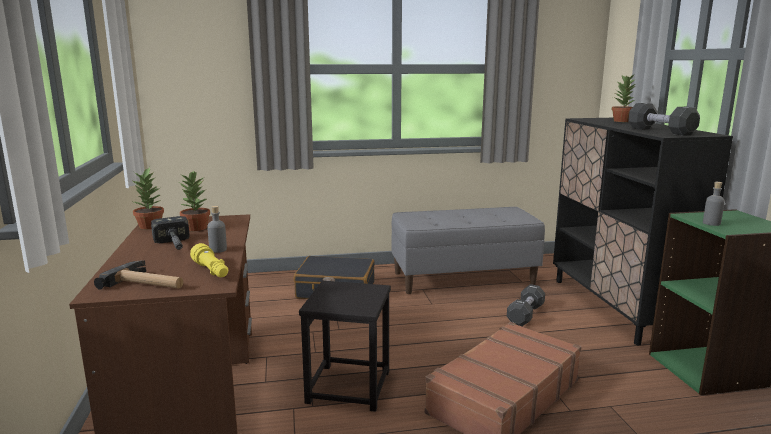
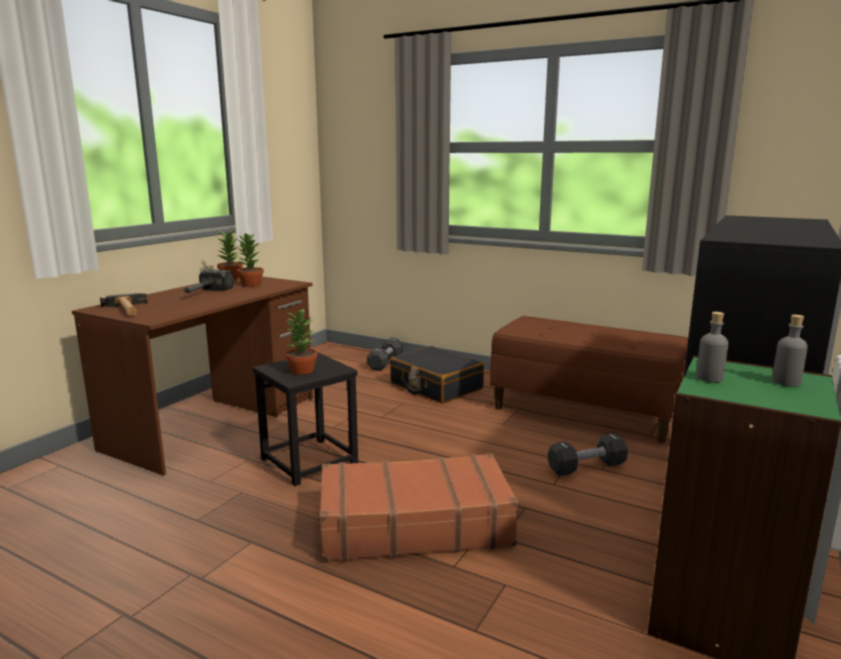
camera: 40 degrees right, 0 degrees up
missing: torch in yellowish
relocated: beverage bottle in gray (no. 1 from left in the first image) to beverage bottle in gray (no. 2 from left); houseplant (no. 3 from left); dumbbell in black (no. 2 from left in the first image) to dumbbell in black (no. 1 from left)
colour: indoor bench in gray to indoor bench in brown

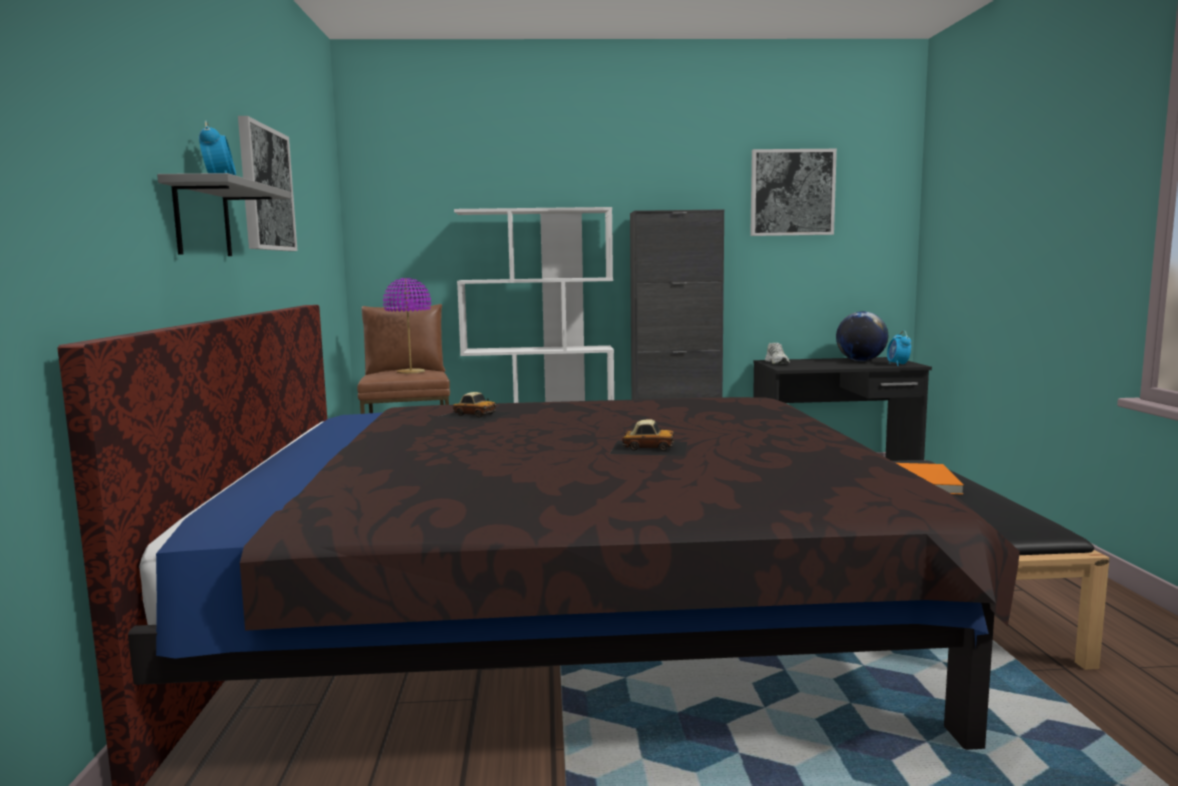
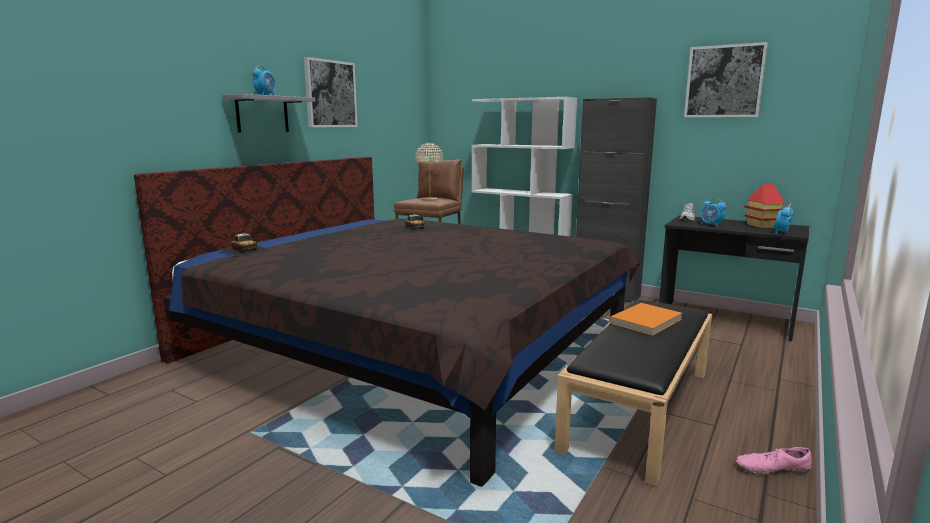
camera: 35 degrees right, 5 degrees up
appeared: bedside clock (no. 2 from left); low shoe in pink
relocated: miniature car (no. 2 from left in the first image) to miniature car (no. 1 from left)
exchanged: world globe to miniature house
colour: tabletop lamp in purple to tabletop lamp in sand-coloured

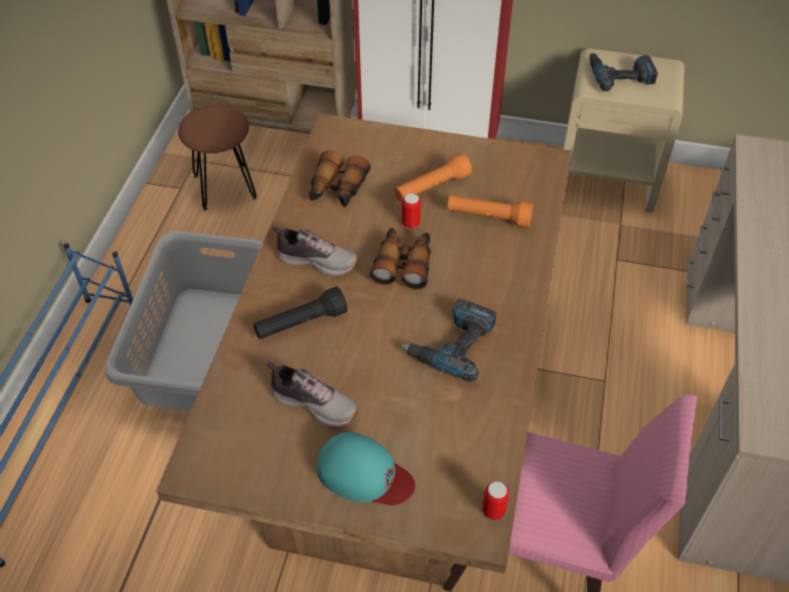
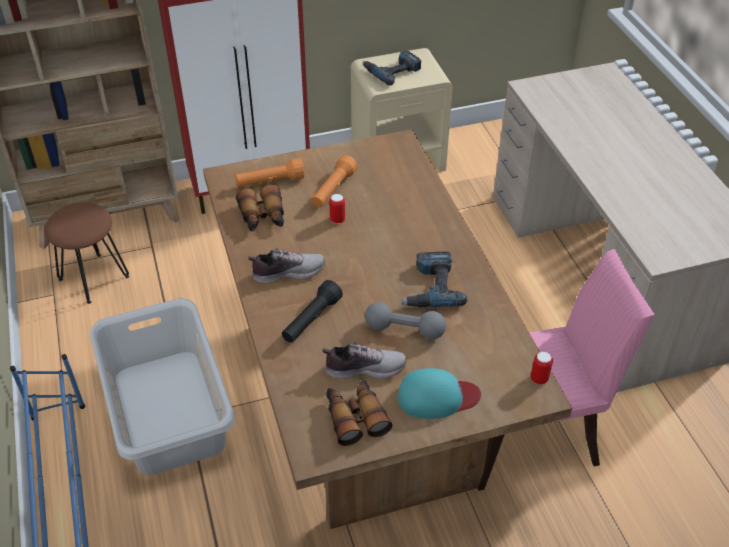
camera: 30 degrees left, 5 degrees down
appeared: dumbbell in gray
relocated: field glasses (no. 2 from left); torch in orangey (no. 2 from left in the first image) to torch in orangey (no. 1 from left)

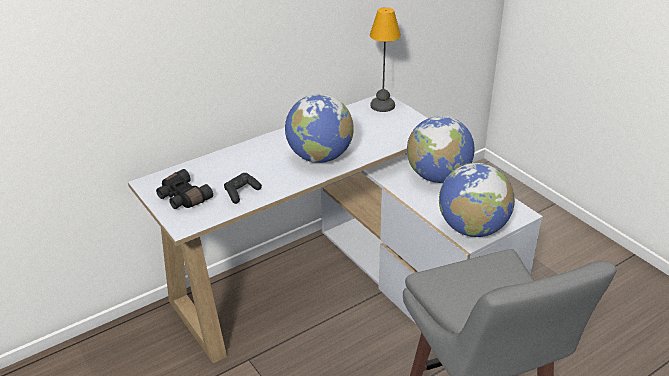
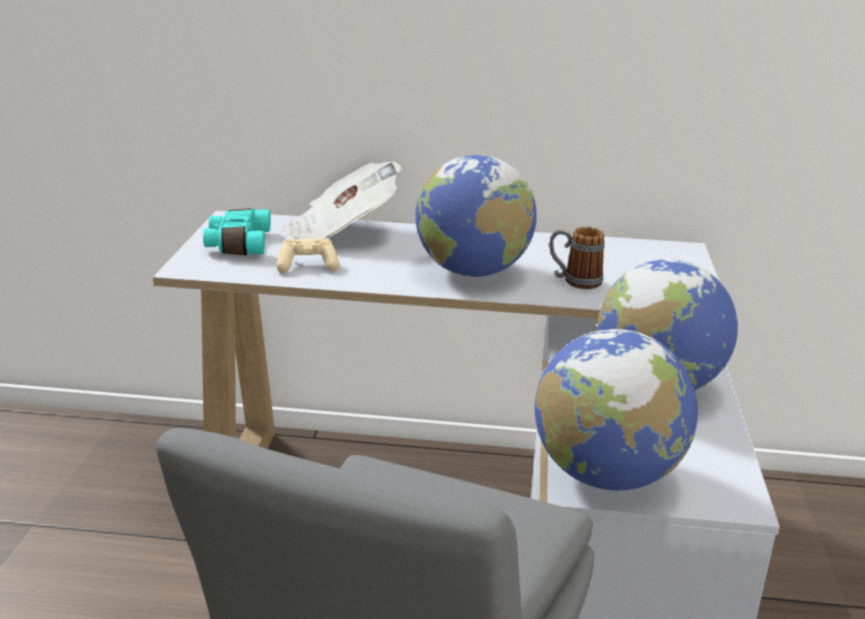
camera: 40 degrees right, 10 degrees down
missing: tabletop lamp
appeared: printed paper; tea mug
colour: field glasses in black to field glasses in blue-green; joypad in black to joypad in sand-coloured

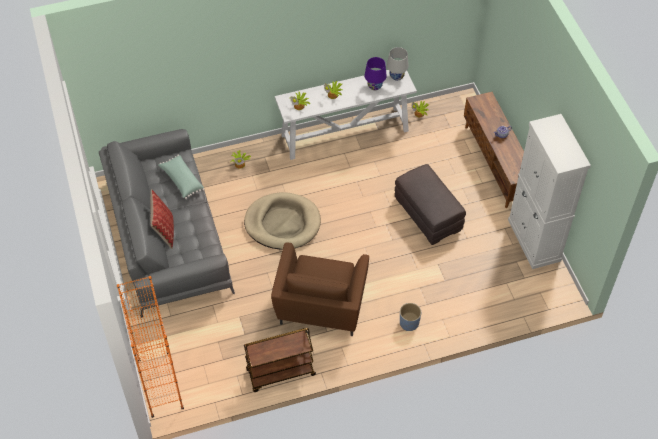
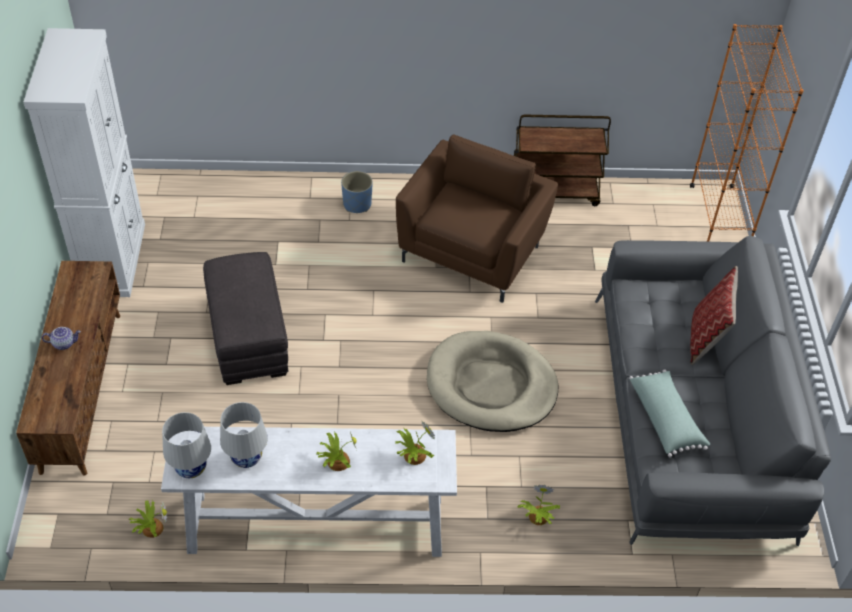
camera: 165 degrees left, 5 degrees down
colour: tabletop lamp in purple to tabletop lamp in whitish (no. 2 from left)

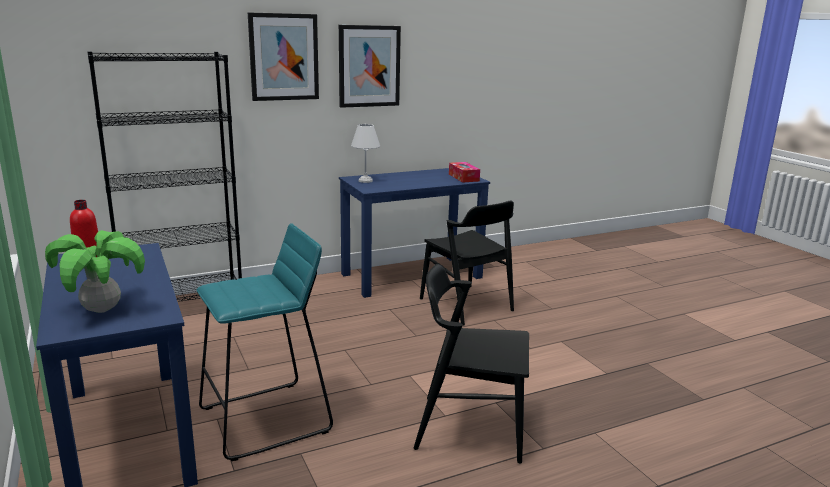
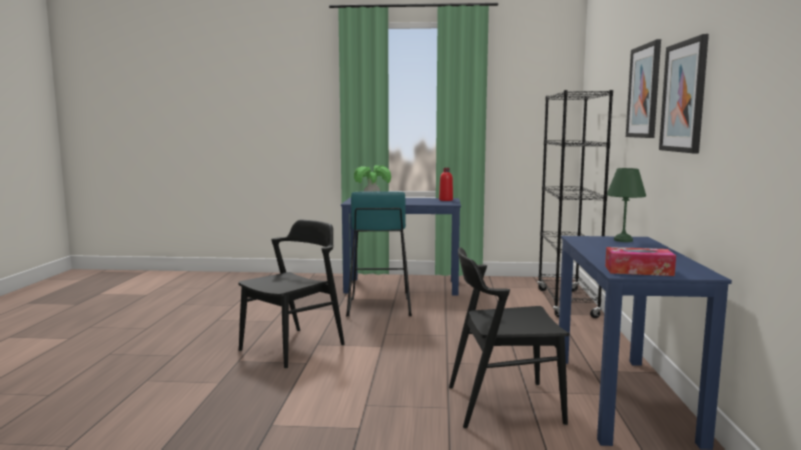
camera: 120 degrees right, 10 degrees down
colour: tabletop lamp in whitish to tabletop lamp in greenish

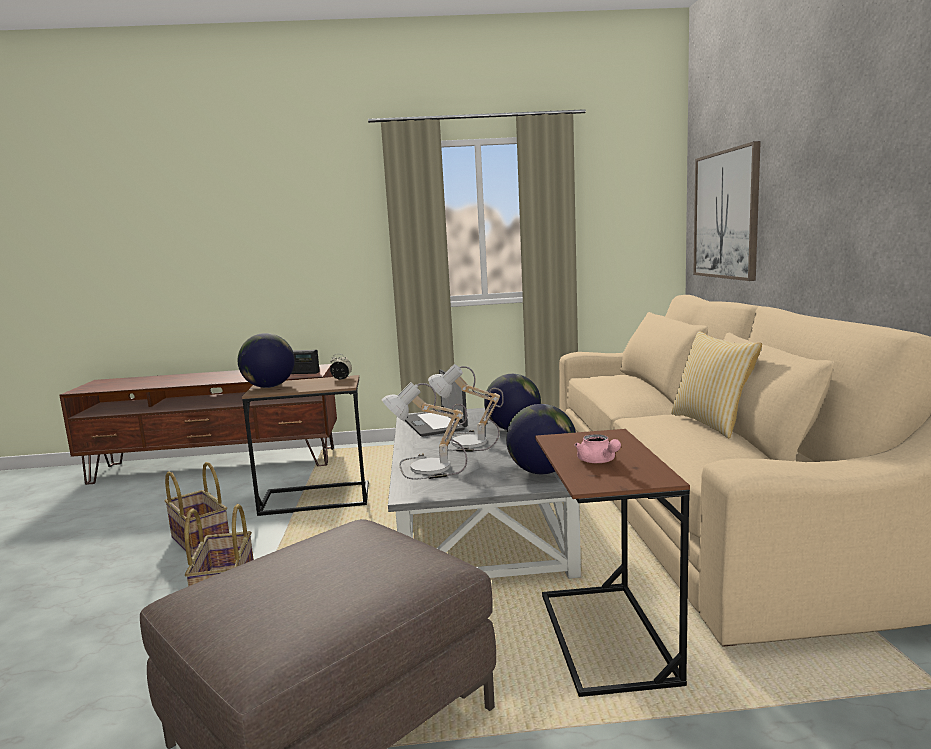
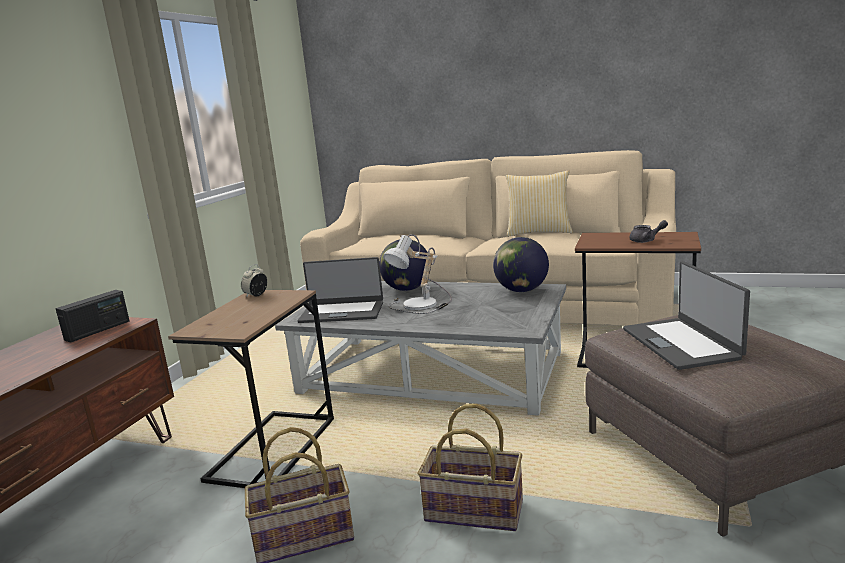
camera: 65 degrees left, 5 degrees up
missing: world globe (no. 1 from left); tabletop lamp (no. 1 from left); wall art
appeared: laptop (no. 2 from left)
colour: pot for tea in pink to pot for tea in gray

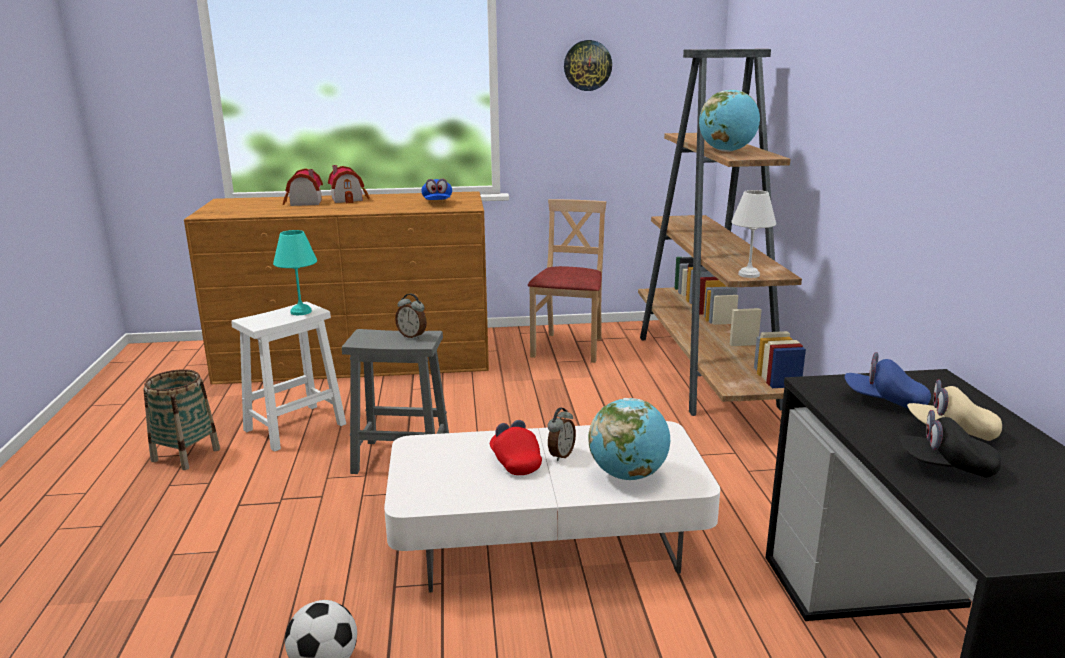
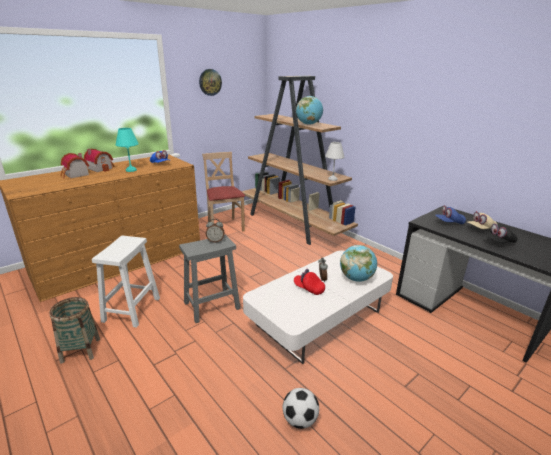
camera: 35 degrees left, 5 degrees up
relocated: tabletop lamp in blue-green

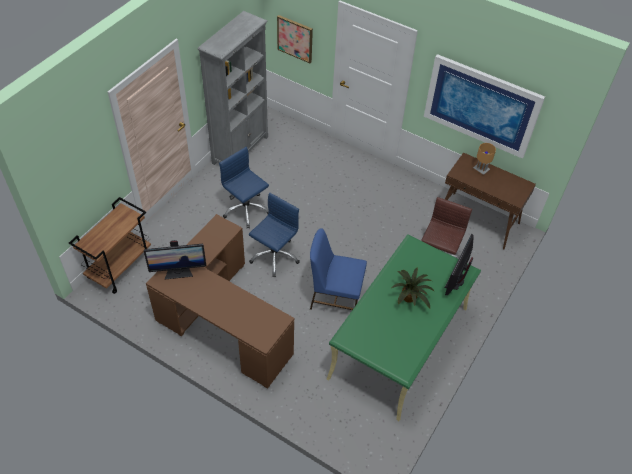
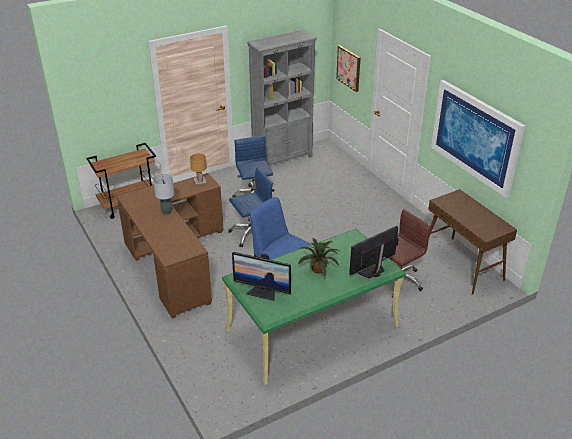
camera: 30 degrees right, 15 degrees down
appeared: tabletop lamp in gray
relocated: monitor (no. 1 from left); tabletop lamp in brown

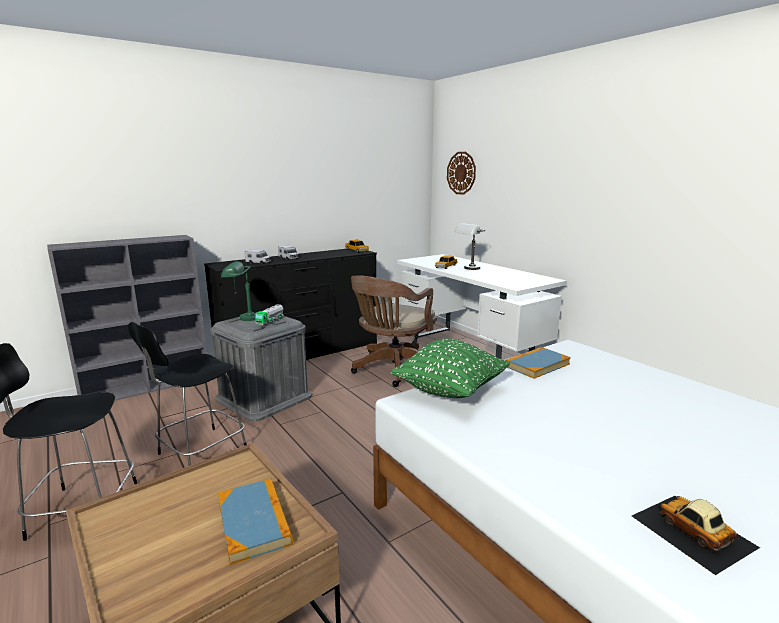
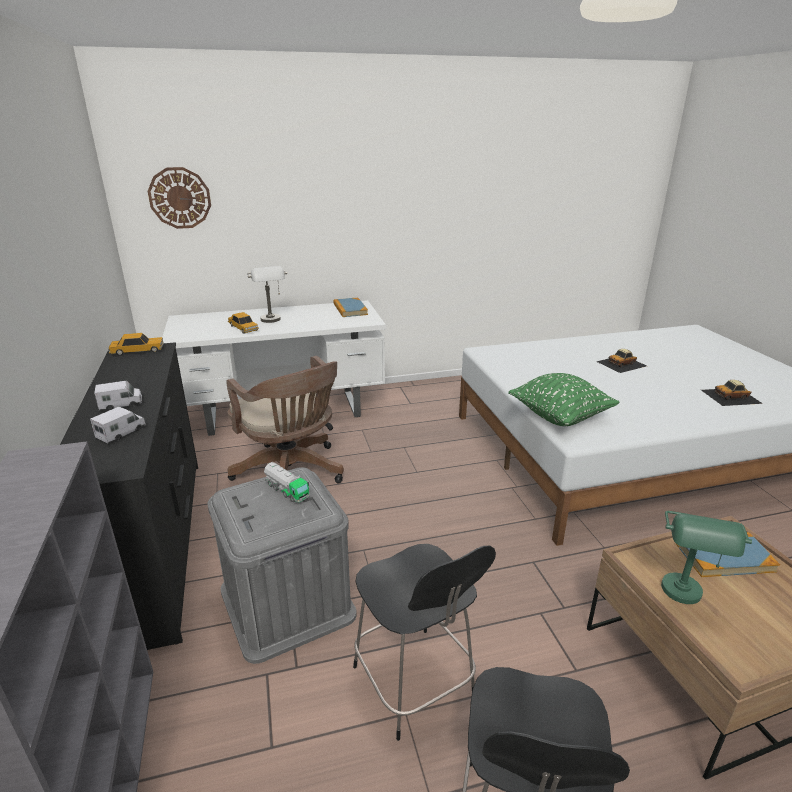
camera: 70 degrees left, 10 degrees up
appeared: miniature car (no. 3 from left)
relocated: tabletop lamp in greenish; bound book (no. 2 from left in the first image) to bound book (no. 1 from left)

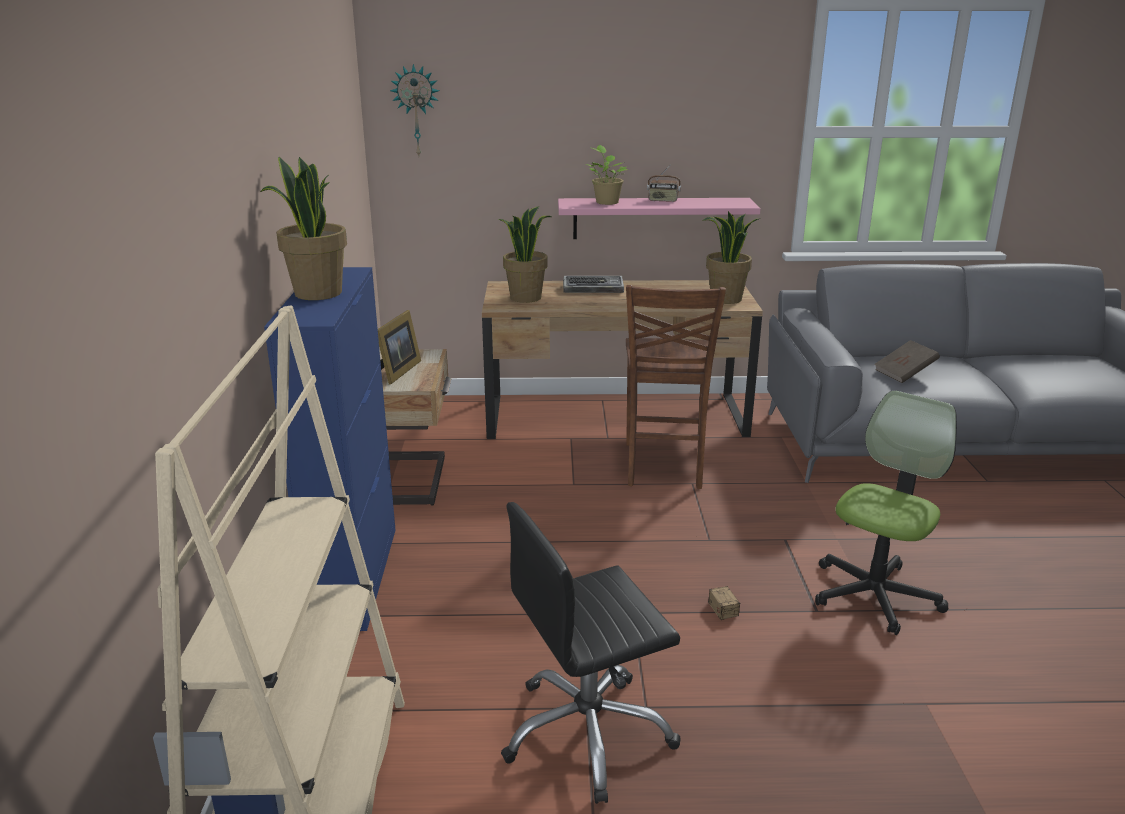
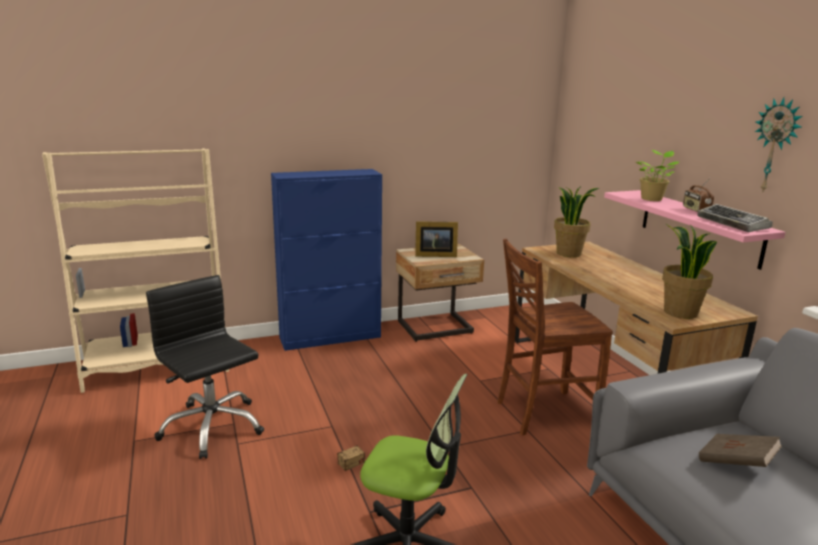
camera: 70 degrees right, 5 degrees down
missing: houseplant (no. 1 from left)
relocated: clock on the wall; keyboard

